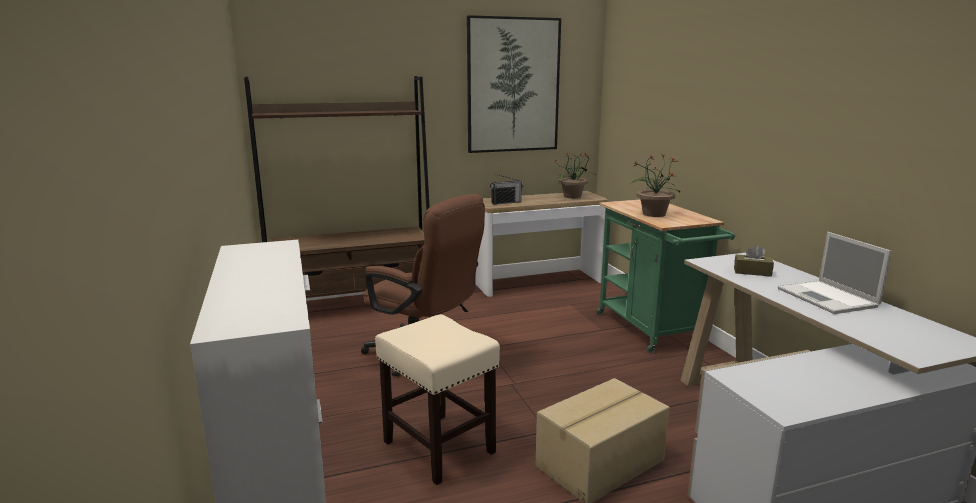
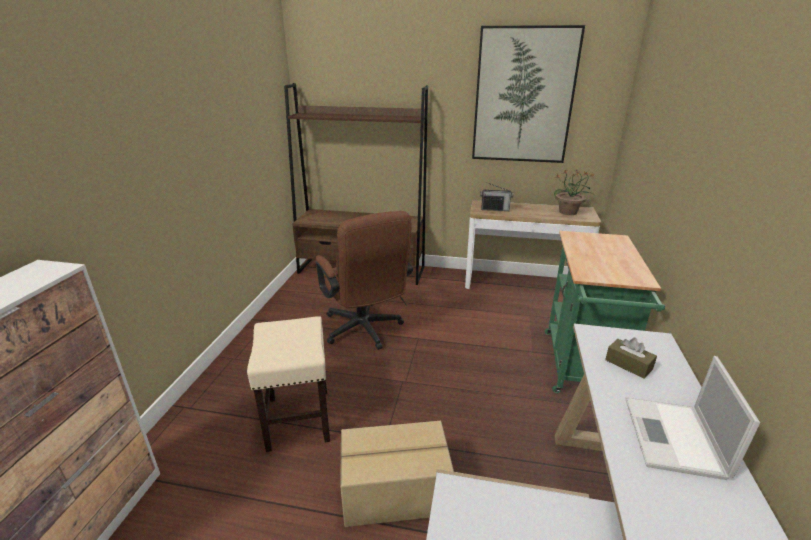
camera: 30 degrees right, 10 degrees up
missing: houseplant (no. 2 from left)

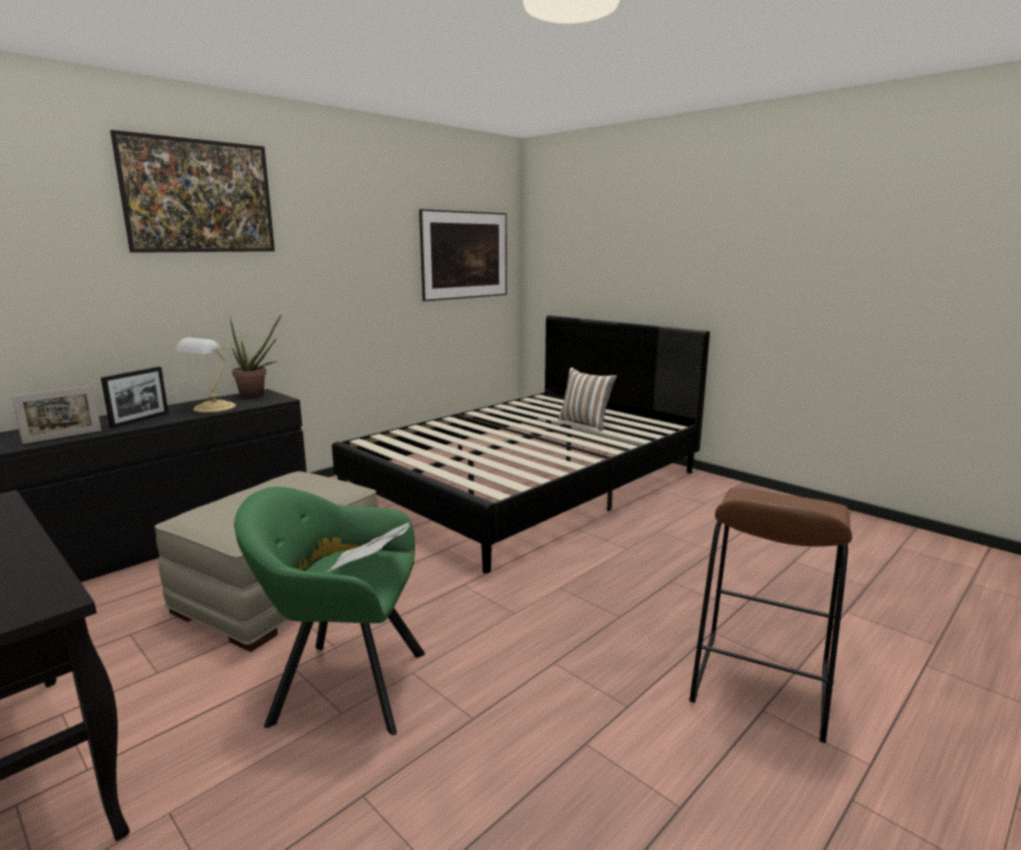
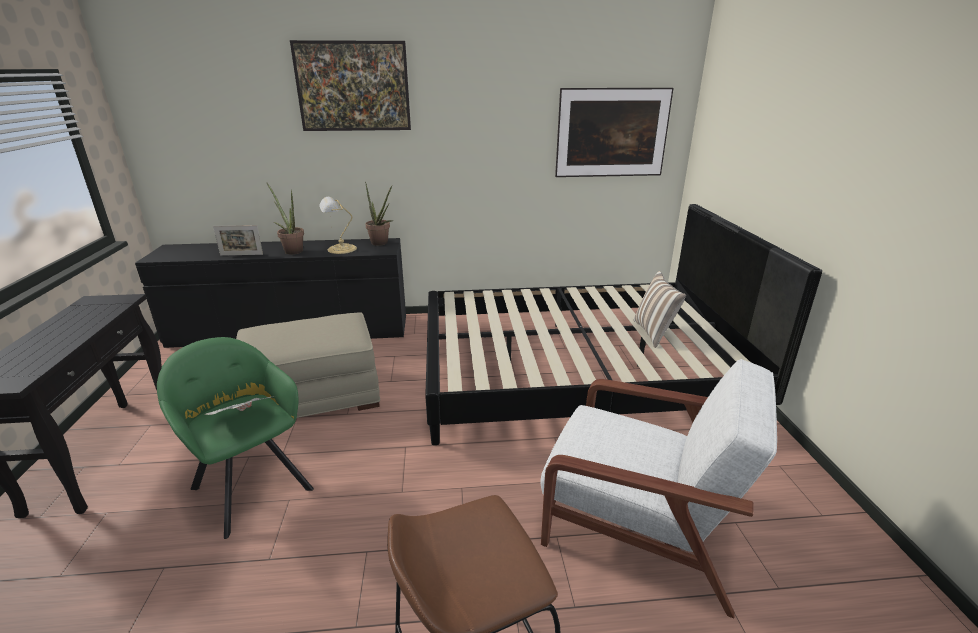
camera: 40 degrees right, 10 degrees up
appeared: lounge chair in whitish
exchanged: picture frame (no. 2 from left) to houseplant (no. 1 from left)

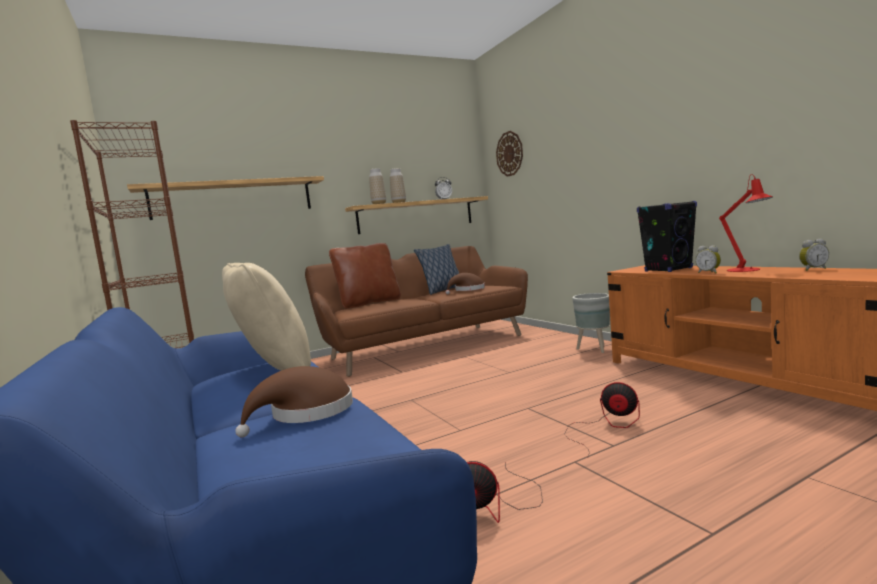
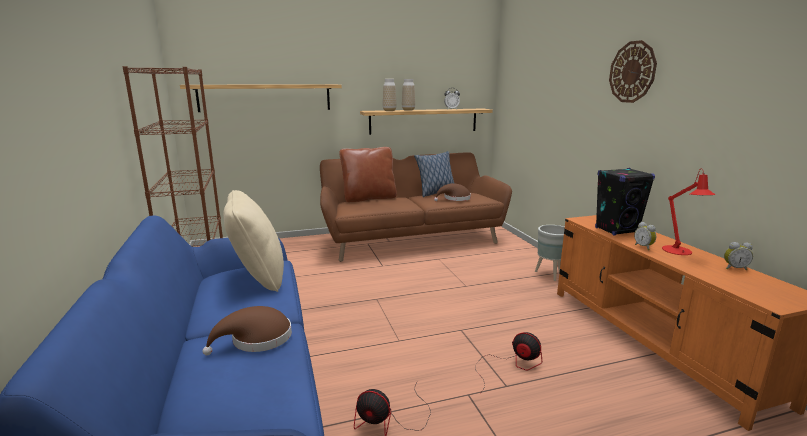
camera: 10 degrees right, 10 degrees up
relocated: clock on the wall

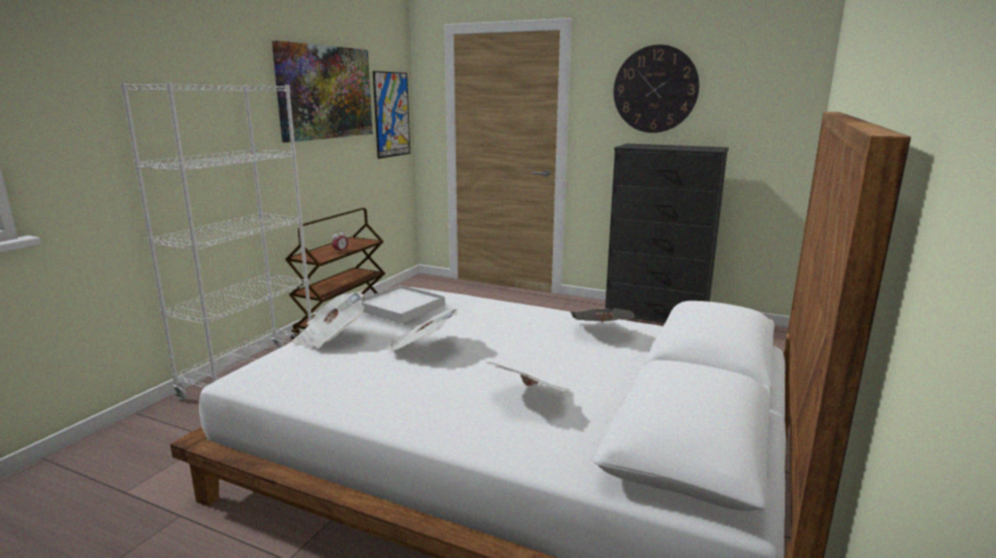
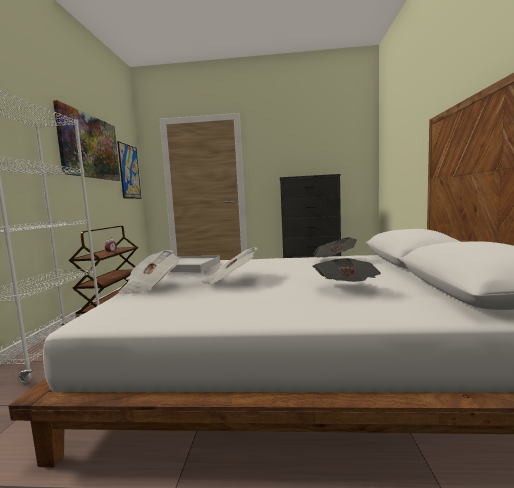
camera: 20 degrees left, 10 degrees down
missing: clock on the wall

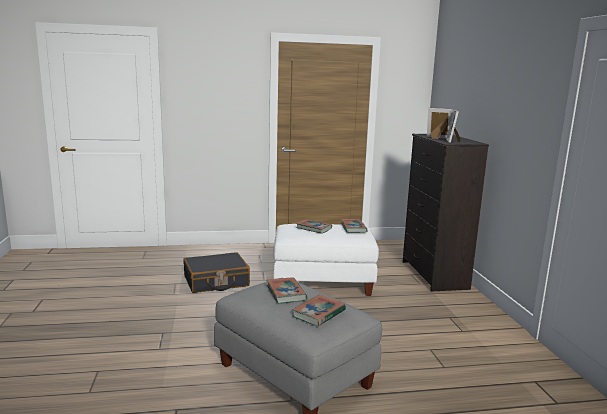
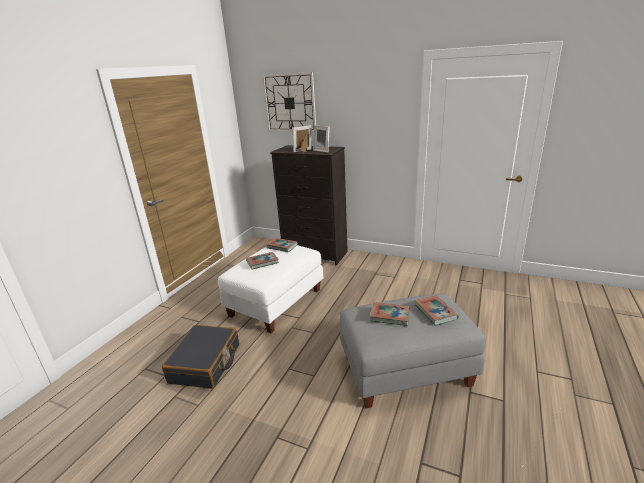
camera: 55 degrees left, 10 degrees up
appeared: clock on the wall

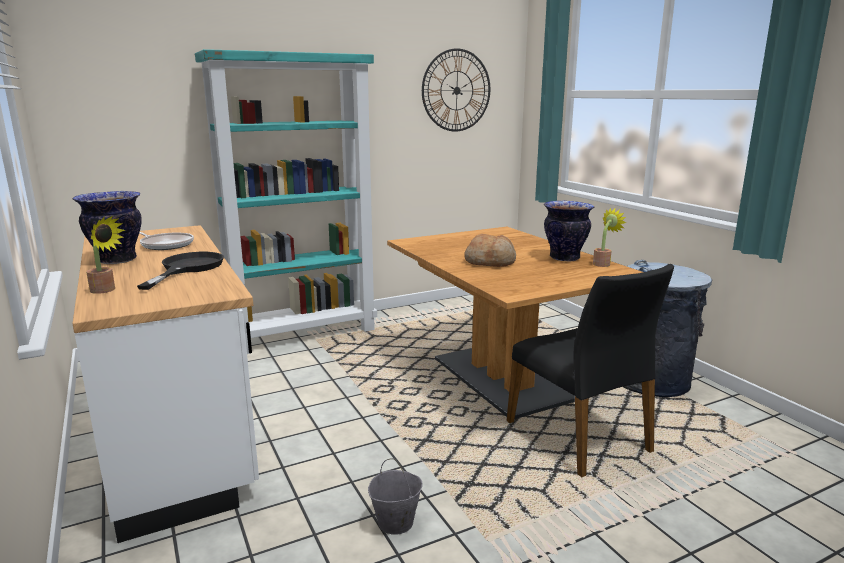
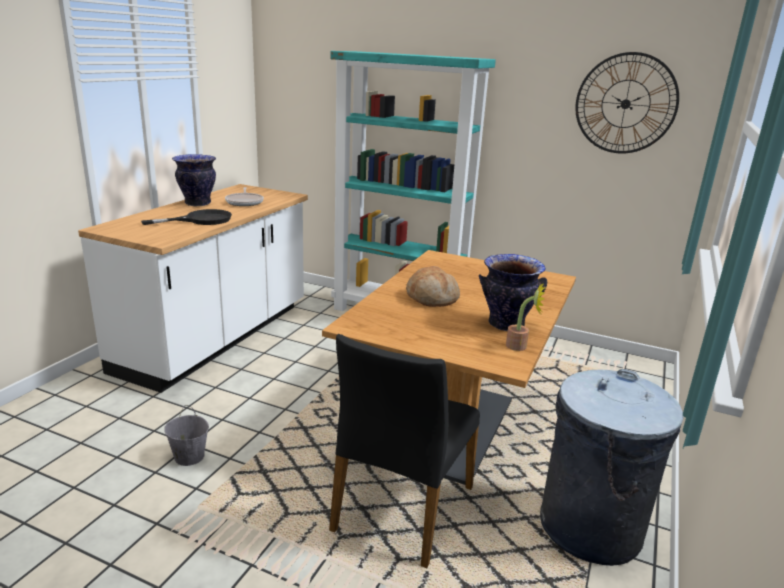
camera: 50 degrees right, 5 degrees up
missing: houseplant (no. 1 from left)

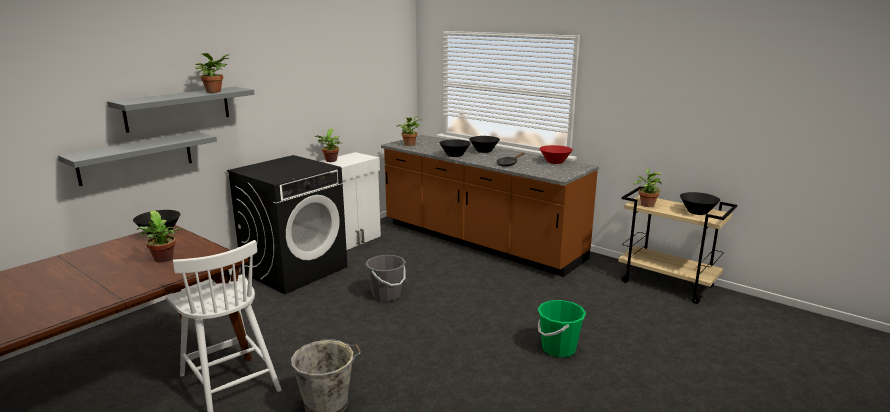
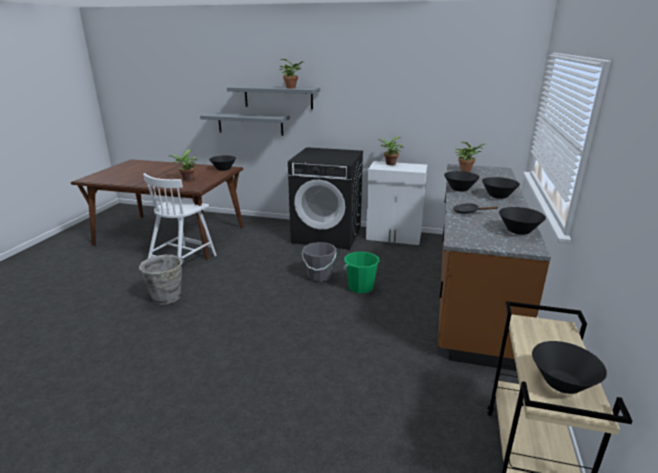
camera: 65 degrees right, 5 degrees up
missing: houseplant (no. 5 from left)
relocated: bucket in greenish
colour: serving bowl in red-coloured to serving bowl in black (no. 4 from left)

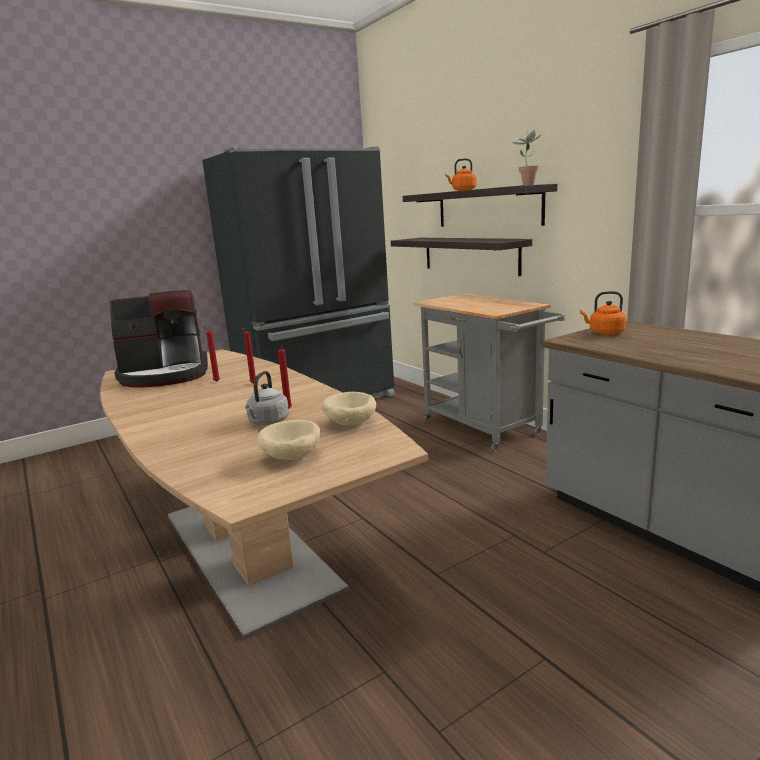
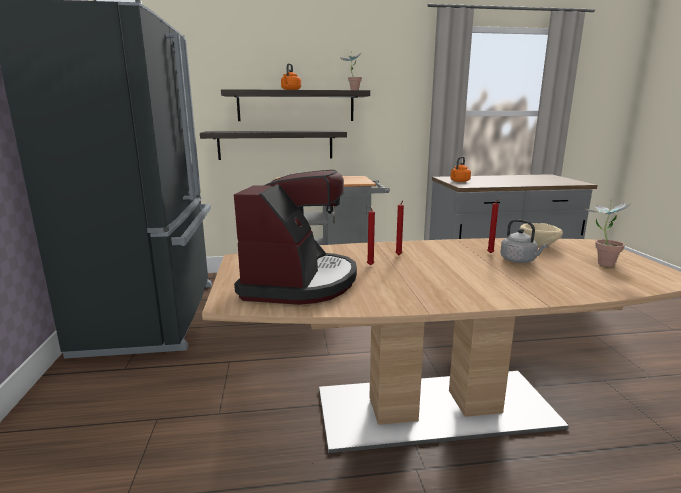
camera: 65 degrees left, 0 degrees up
exchanged: serving bowl in sand-coloured (no. 1 from left) to houseplant (no. 2 from left)

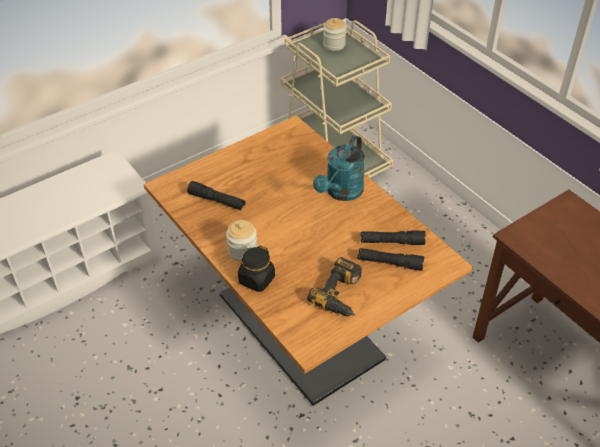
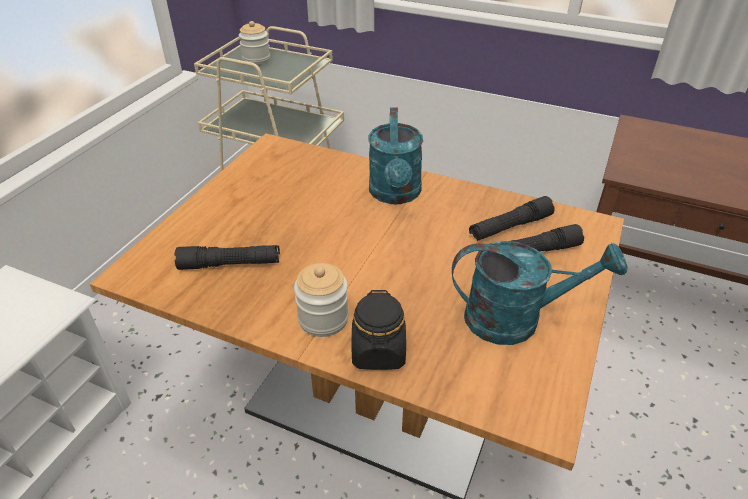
camera: 30 degrees left, 5 degrees down
exchanged: drill to sprinkling can in blue-green (no. 2 from left)

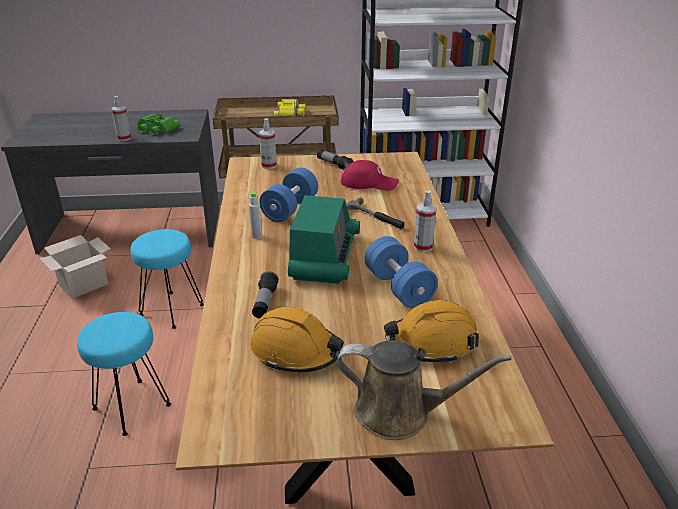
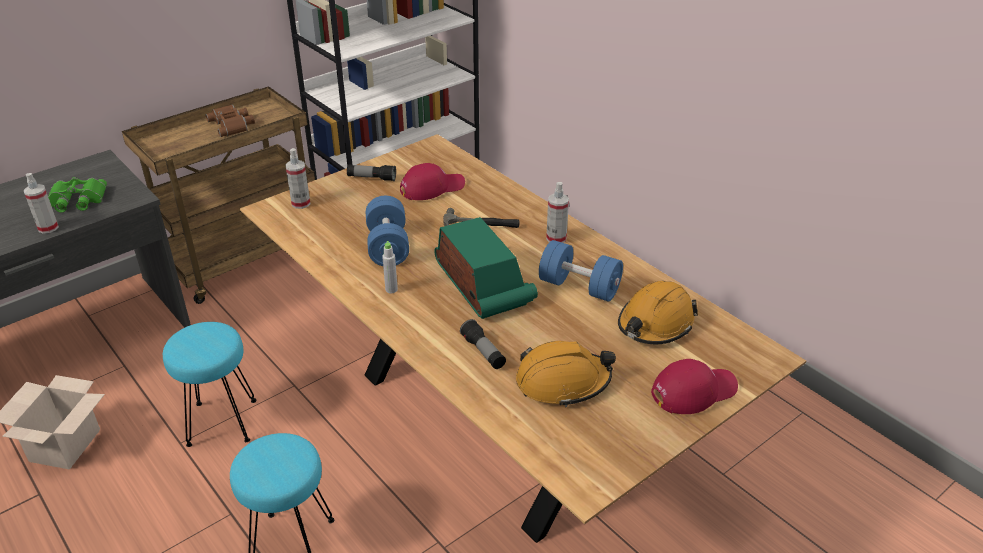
camera: 35 degrees left, 5 degrees up
exchanged: sprinkling can in brown to cap in red-coloured (no. 2 from left)
colour: field glasses in yellowish to field glasses in brown

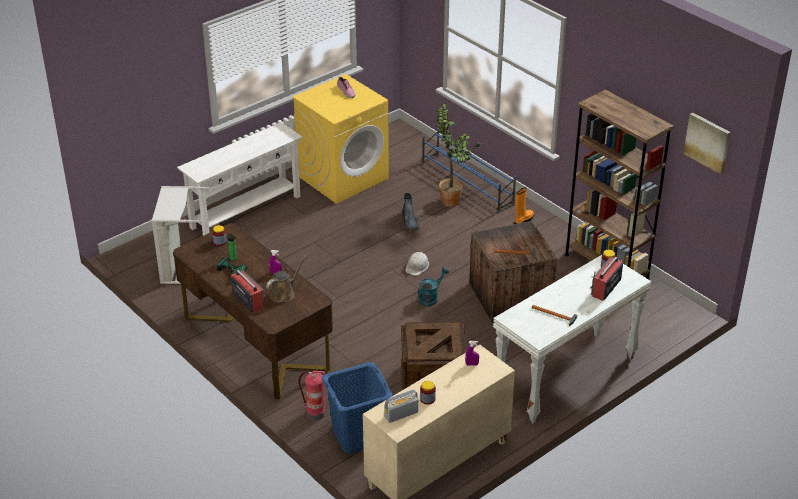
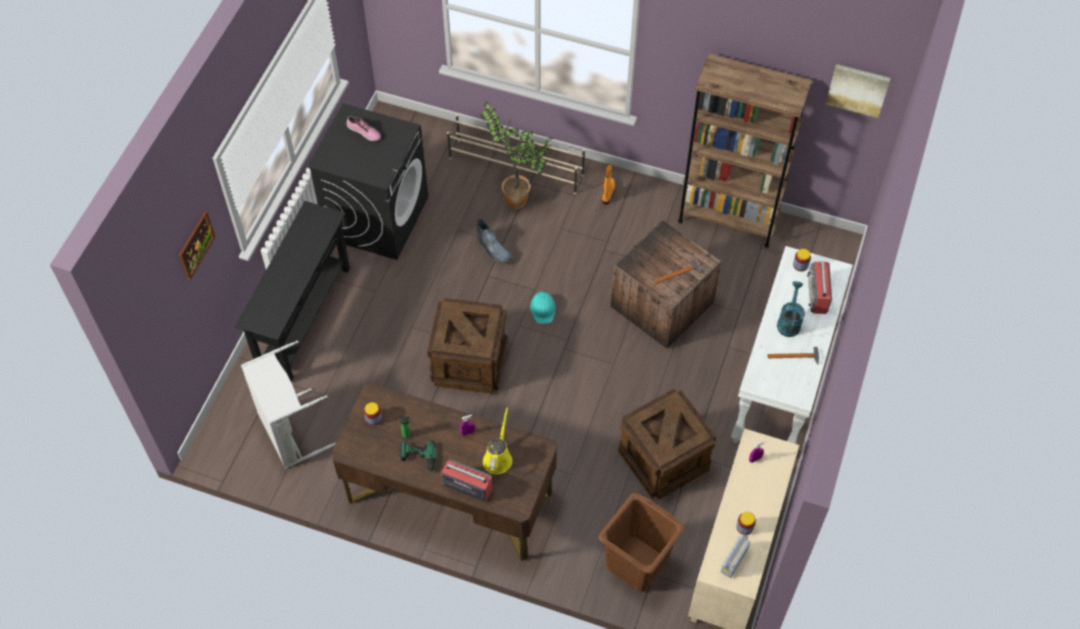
camera: 30 degrees left, 20 degrees up
missing: fire extinguisher
appeared: wall art (no. 1 from left); packing crate (no. 1 from left)
relocated: sprinkling can in blue-green
colour: narrow table in whitish (no. 1 from left) to narrow table in black; sprinkling can in brown to sprinkling can in yellowish; laundry machine in yellowish to laundry machine in black; washing basket in bluish to washing basket in brown; work helmet in whitish to work helmet in blue-green; shoe stand in bluish to shoe stand in sand-coloured

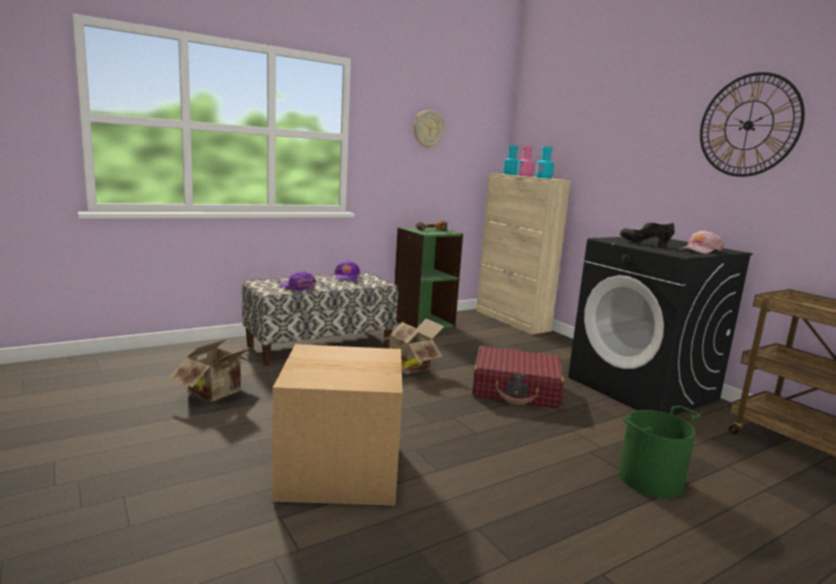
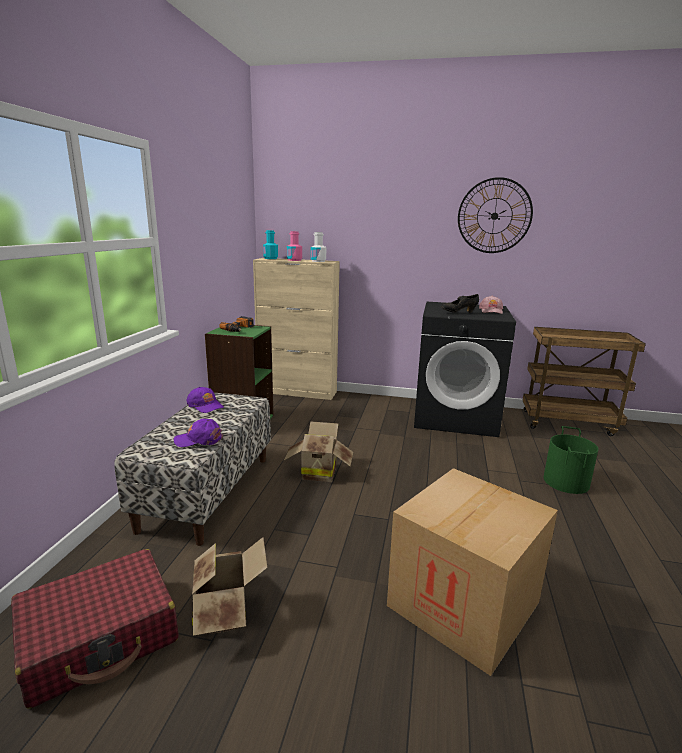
camera: 45 degrees left, 5 degrees up
missing: clock on the wall (no. 1 from left)
relocated: piece of luggage in red-coloured
colour: beverage bottle in blue-green (no. 2 from left) to beverage bottle in whitish

